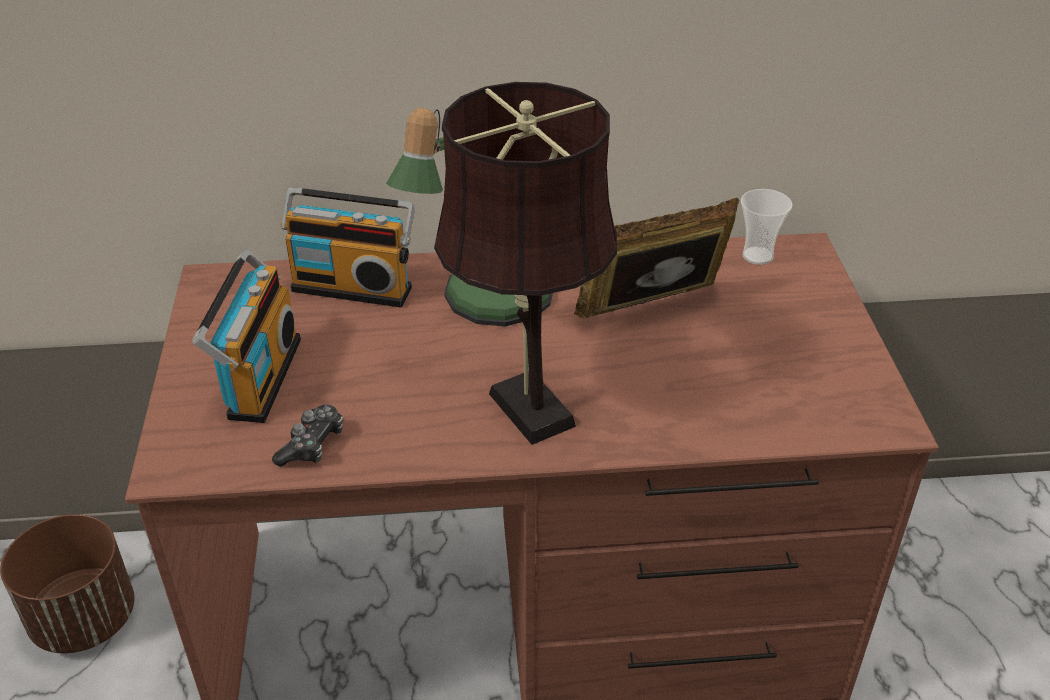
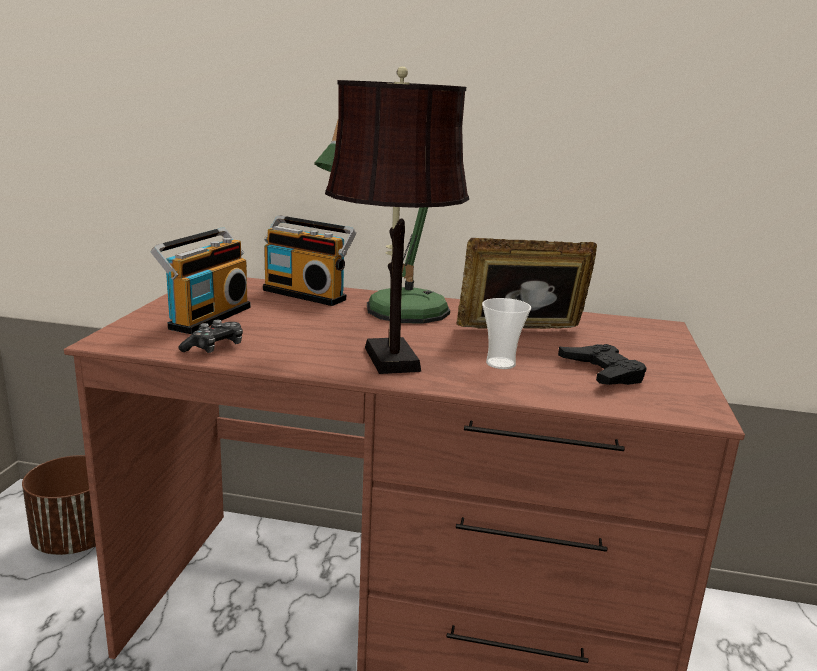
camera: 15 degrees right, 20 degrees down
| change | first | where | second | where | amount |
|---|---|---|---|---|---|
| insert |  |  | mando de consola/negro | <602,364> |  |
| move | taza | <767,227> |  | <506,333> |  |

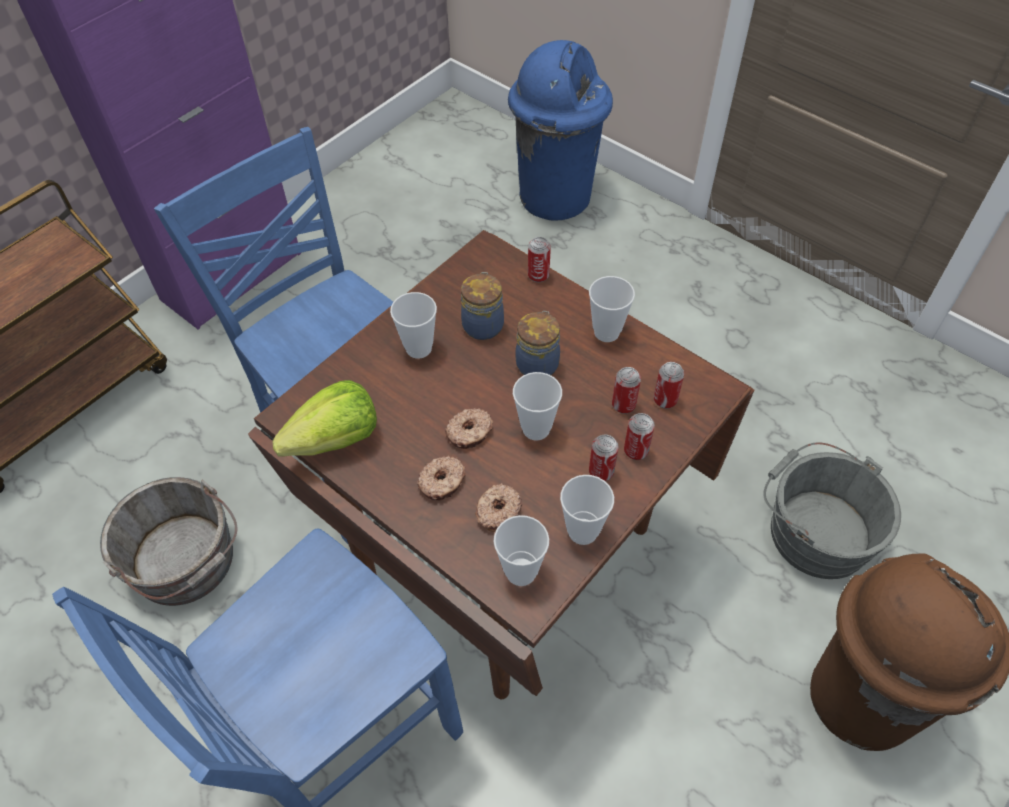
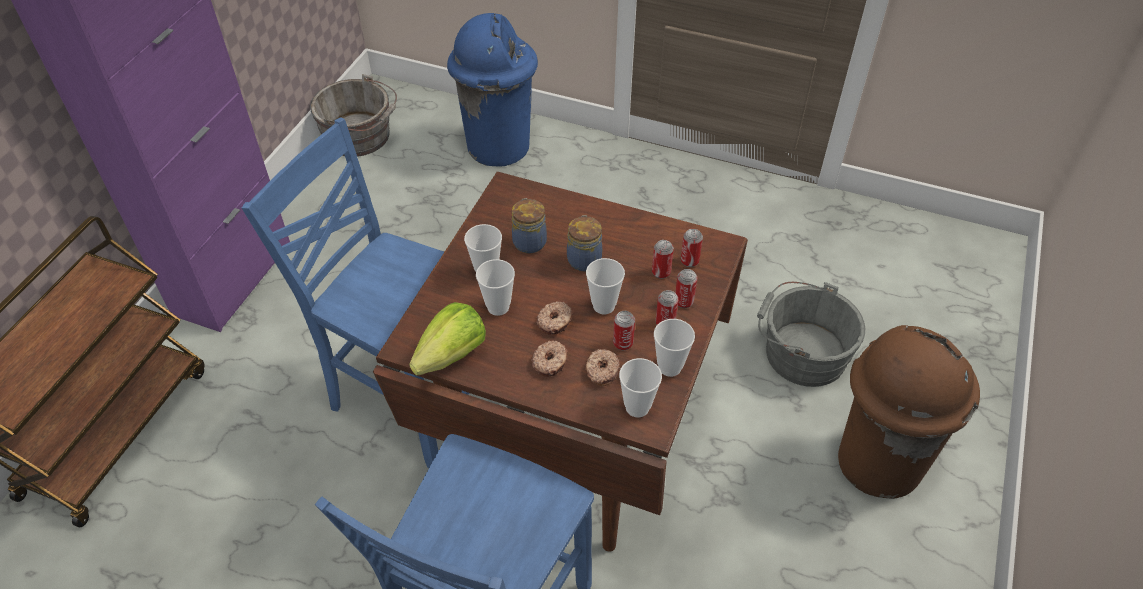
camera: 20 degrees left, 5 degrees down
| change | first | where | second | where | amount |
|---|---|---|---|---|---|
| move | cubo/gris | <168,541> |  | <353,115> |  |
| move | lata | <539,260> |  | <624,330> |  |
| move | taza | <612,309> |  | <495,287> |  |

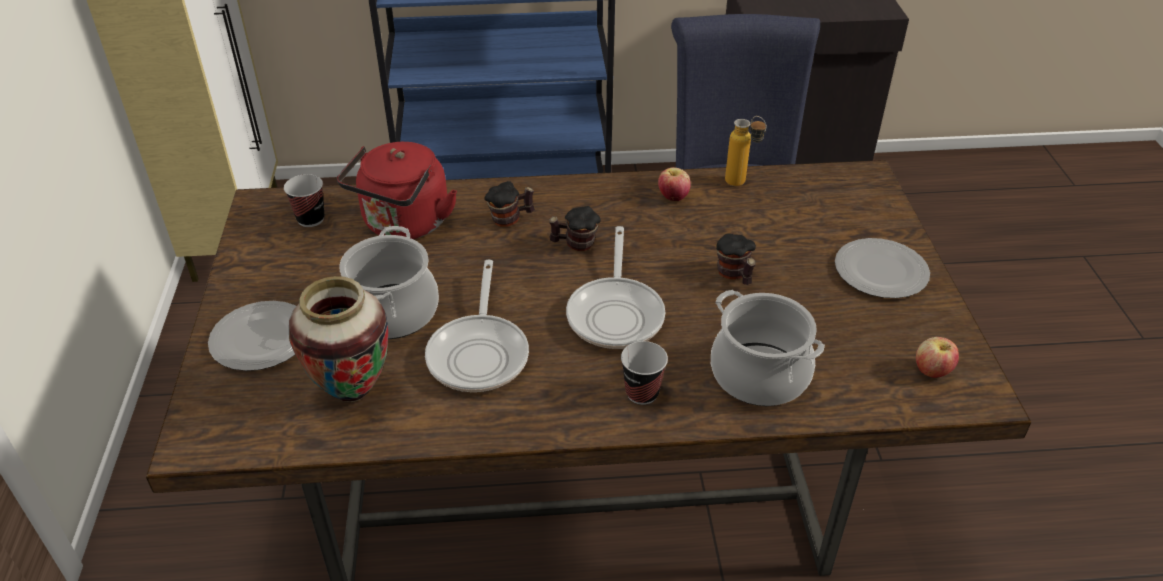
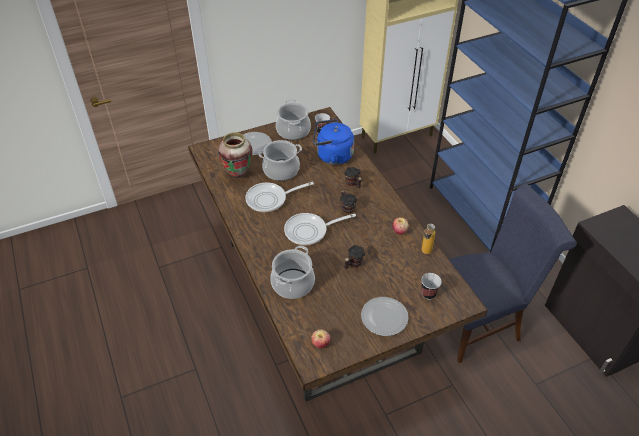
camera: 70 degrees right, 5 degrees up
| change | first | where | second | where | amount |
|---|---|---|---|---|---|
| insert |  |  | olla | <293,119> |  |
| move | taza | <644,373> |  | <431,286> |  |
| recolor | hervidor/rojo | <397,190> | hervidor/azul | <333,142> |  |

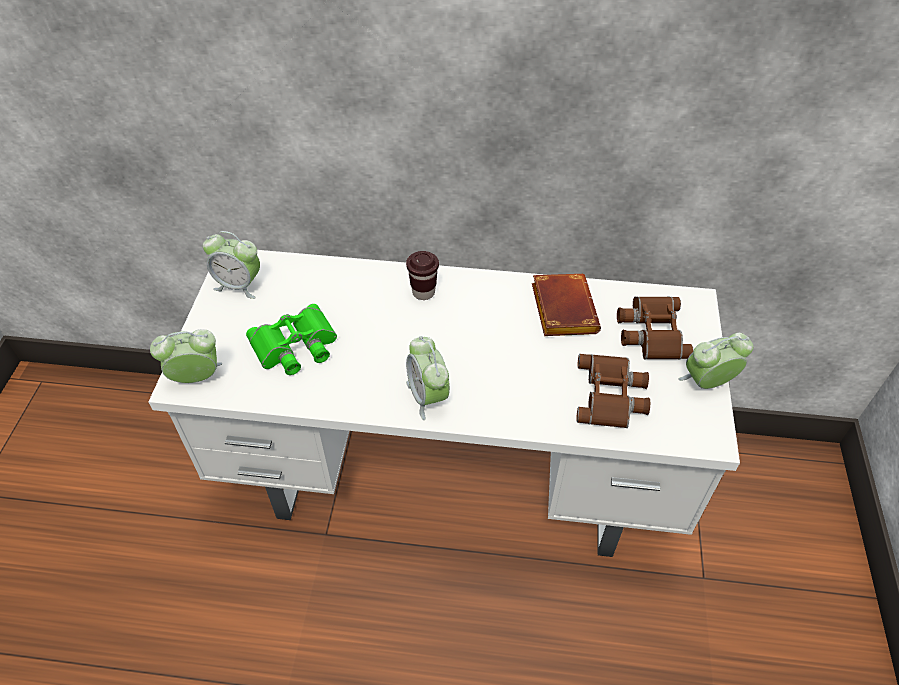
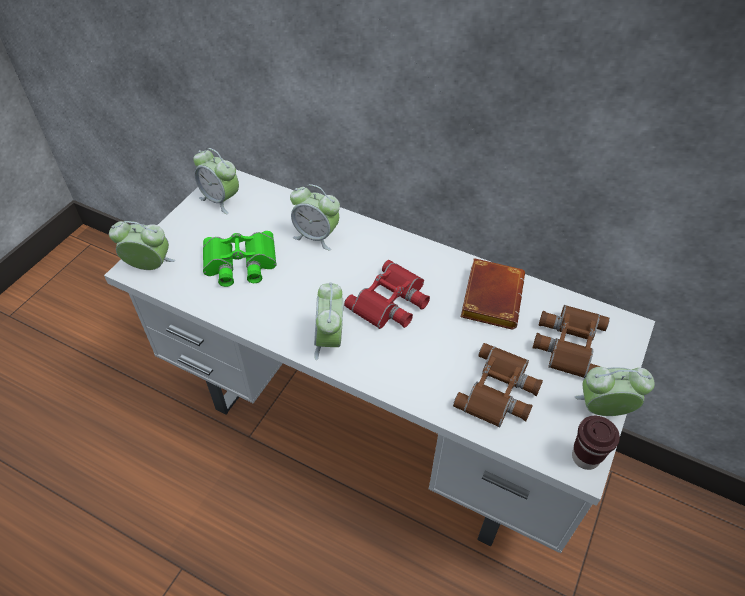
camera: 20 degrees right, 0 degrees up
| change | first | where | second | where | amount |
|---|---|---|---|---|---|
| insert |  |  | despertador | <315,217> |  |
| insert |  |  | prismáticos/rojo | <387,294> |  |
| move | taza/marrón | <422,275> |  | <596,443> |  |

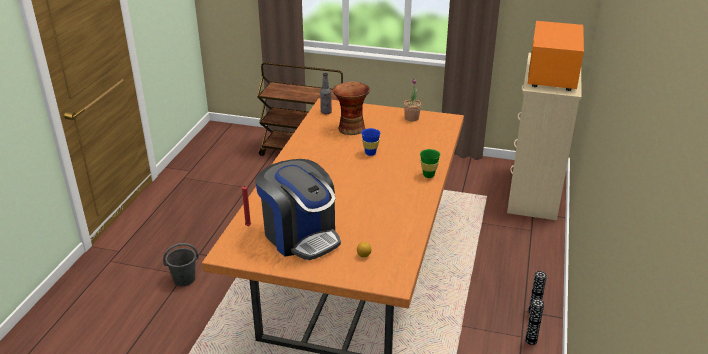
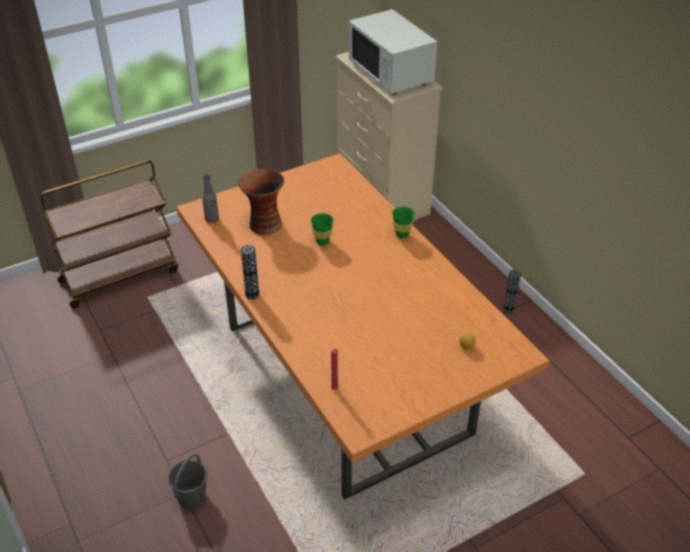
camera: 45 degrees left, 10 degrees up
| change | first | where | second | where | amount |
|---|---|---|---|---|---|
| delete | cafetera | <298,209> |  |  |  |
| delete | planta en maceta | <412,100> |  |  |  |
| move | florero | <534,322> |  | <250,272> |  |
| recolor | taza/azul | <371,142> | taza/verde | <322,229> |  |
| recolor | microondas/naranja | <556,56> | microondas/blanco | <393,52> |  |

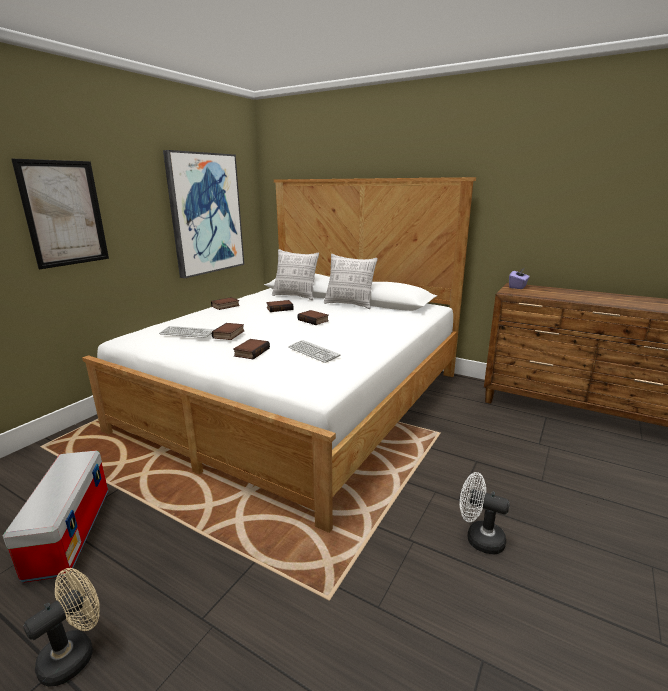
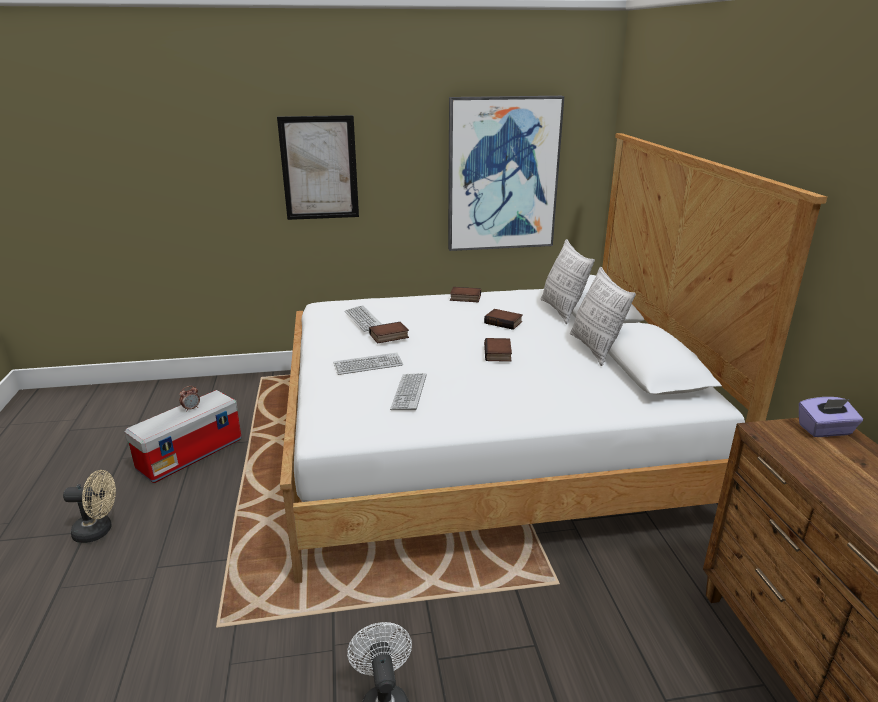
camera: 50 degrees right, 5 degrees up
| change | first | where | second | where | amount |
|---|---|---|---|---|---|
| insert |  |  | despertador | <189,399> |  |
| replace | libro | <251,349> | teclado | <368,364> |  |

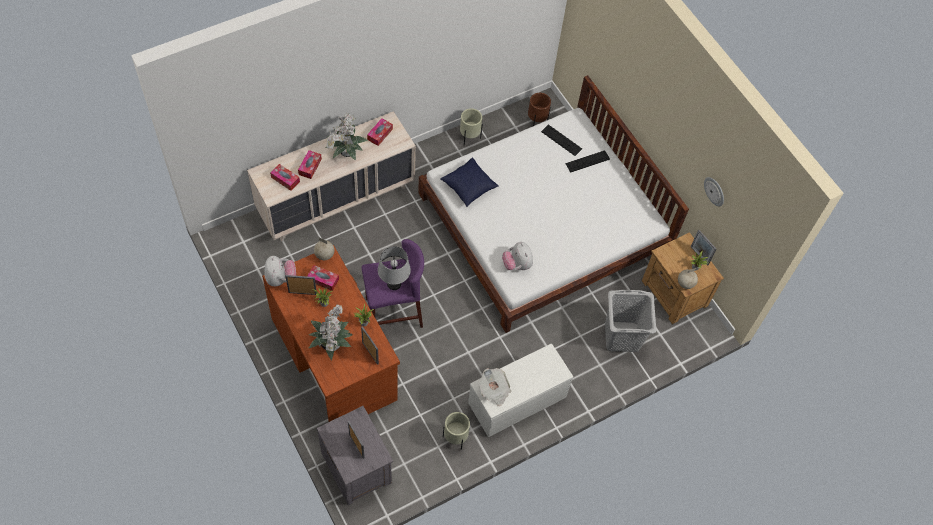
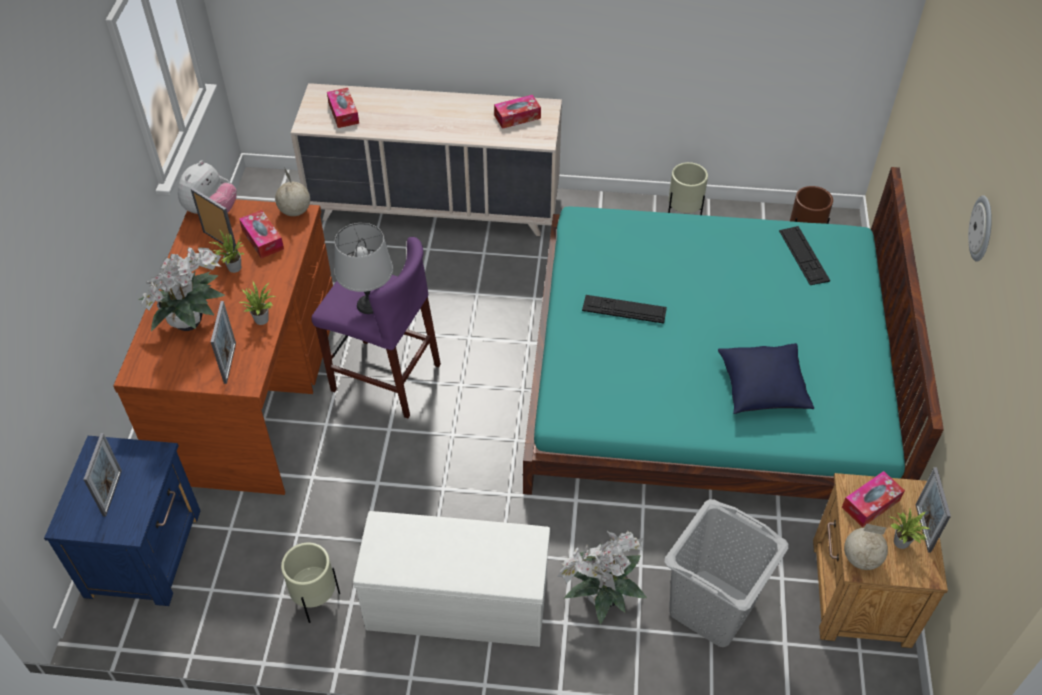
camera: 40 degrees right, 10 degrees down
| change | first | where | second | where | amount |
|---|---|---|---|---|---|
| delete | periódico | <495,387> |  |  |  |
| delete | peluche | <517,256> |  |  |  |
| move | caja de pañuelos | <310,164> |  | <873,499> |  |
| move | planta en maceta | <347,137> |  | <602,577> |  |
| move | cojín/azul | <469,182> |  | <766,378> |  |
| move | teclado | <587,162> |  | <624,309> |  |
| move | reloj de pared | <714,191> |  | <980,228> |  |
| recolor | mesita de noche/gris | <354,455> | mesita de noche/azul | <122,521> |  |
| recolor | cama/blanco | <553,204> | cama/turquesa | <733,333> |  |

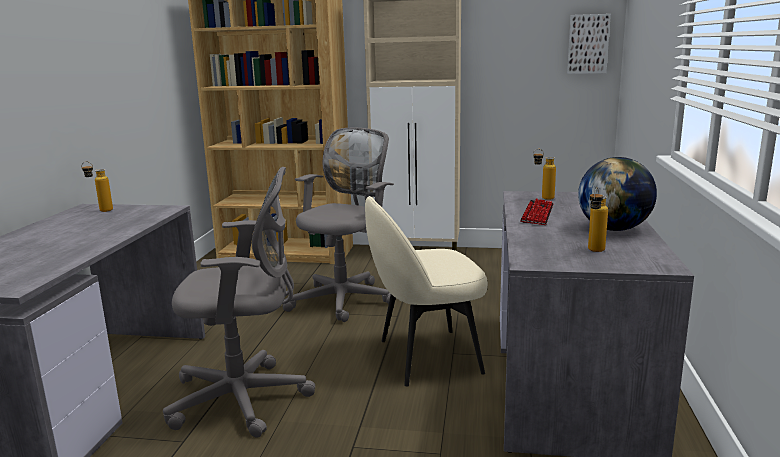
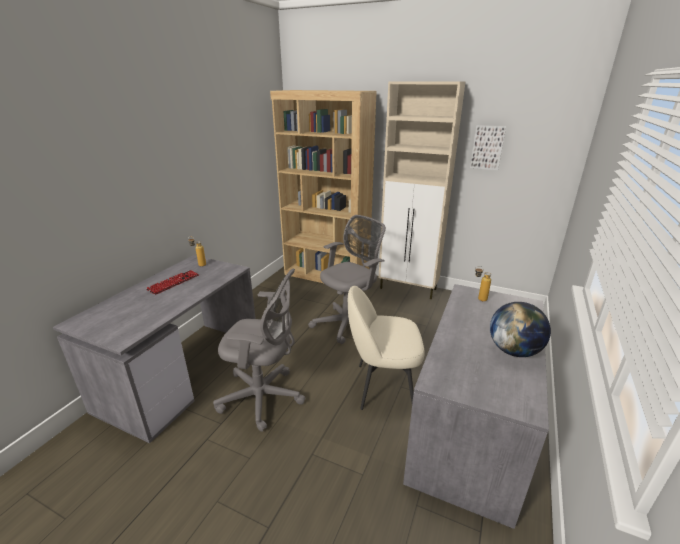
camera: 15 degrees right, 10 degrees up
| change | first | where | second | where | amount |
|---|---|---|---|---|---|
| delete | botella | <598,220> |  |  |  |
| move | teclado | <537,212> |  | <172,282> |  |
| move | cuadro | <589,44> |  | <488,147> |  |

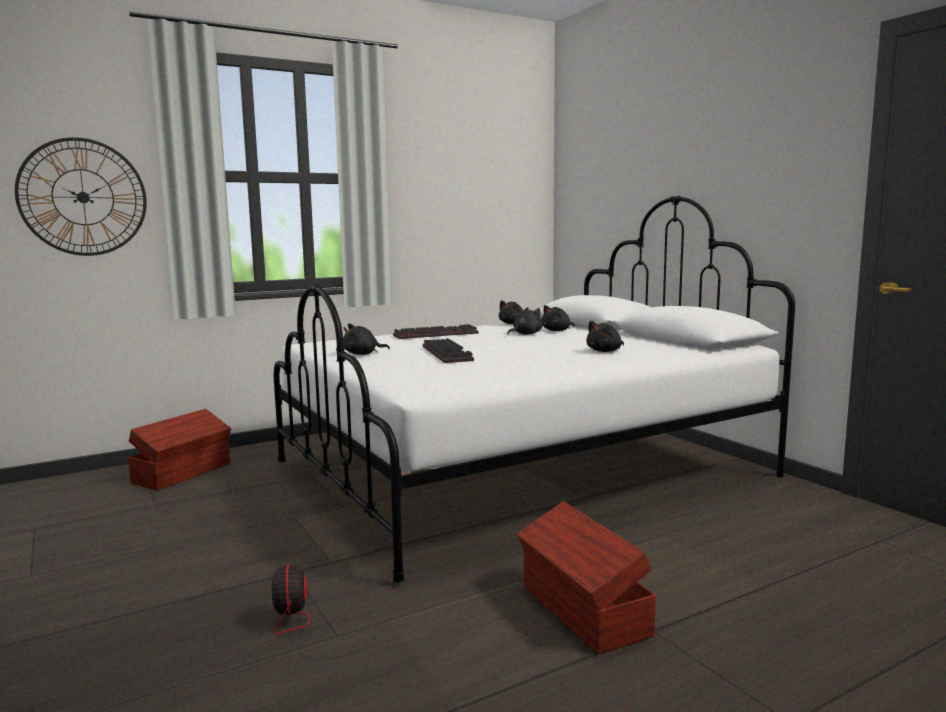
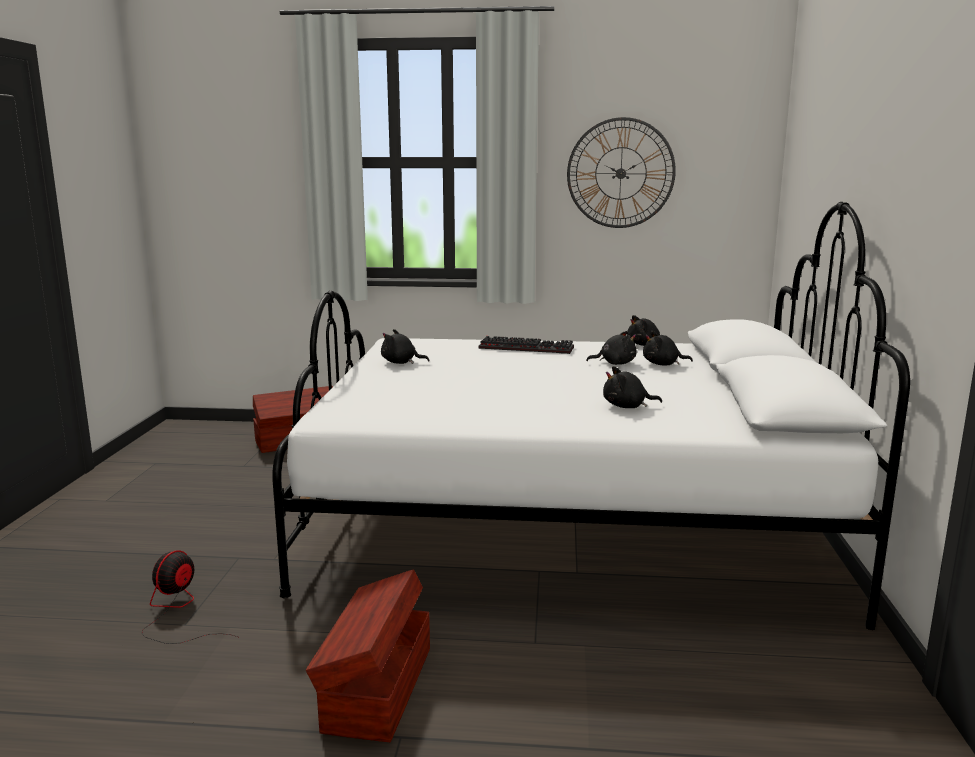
camera: 35 degrees right, 5 degrees up
| change | first | where | second | where | amount |
|---|---|---|---|---|---|
| delete | teclado | <448,350> |  |  |  |
| move | reloj de pared | <81,196> |  | <621,172> |  |

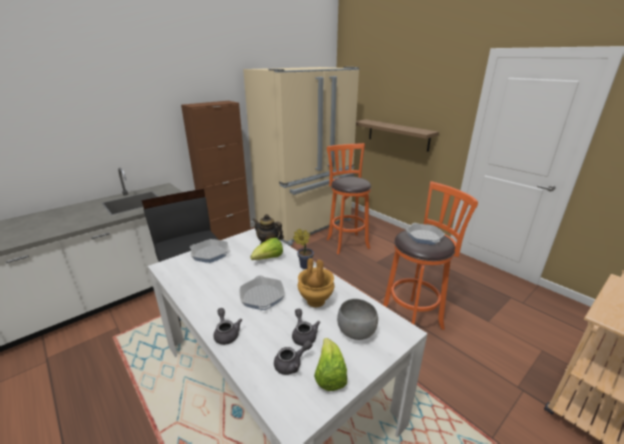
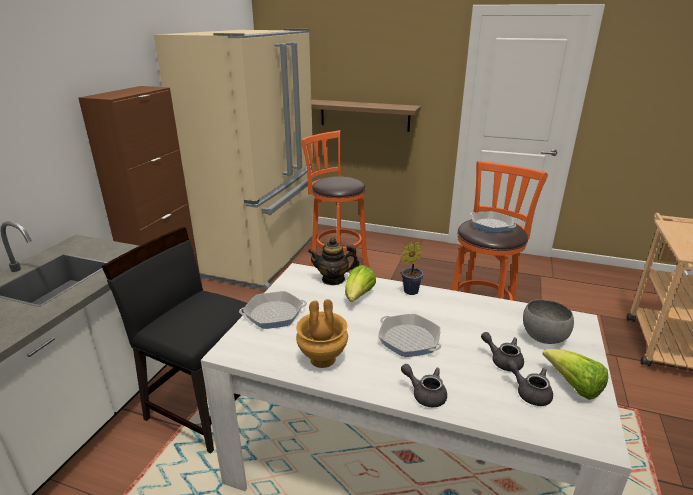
camera: 30 degrees left, 0 degrees up
| change | first | where | second | where | amount |
|---|---|---|---|---|---|
| move | florero/marrón | <316,282> |  | <322,333> |  |
| rotate | tetera/gris | <293,357> |  | <529,383> | 75 degrees counterclockwise |

